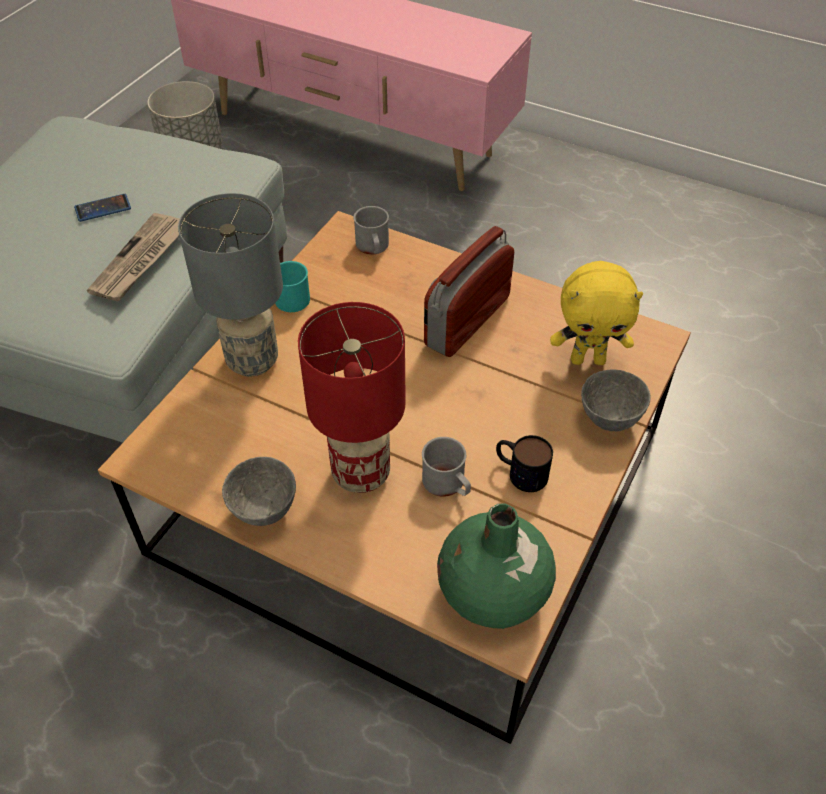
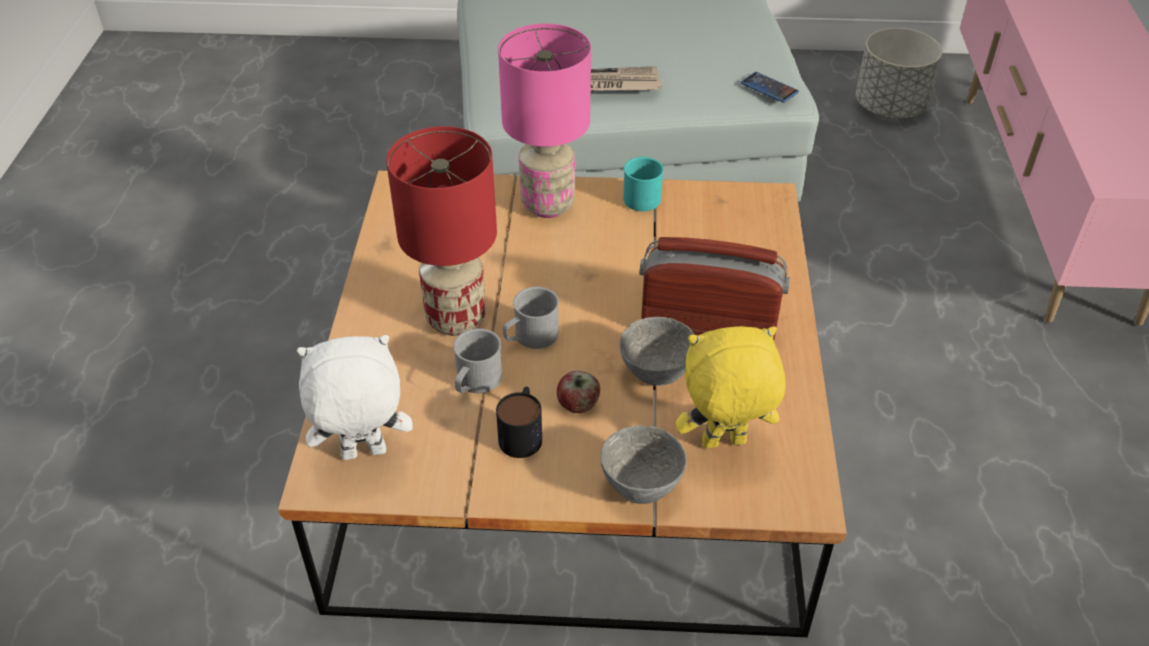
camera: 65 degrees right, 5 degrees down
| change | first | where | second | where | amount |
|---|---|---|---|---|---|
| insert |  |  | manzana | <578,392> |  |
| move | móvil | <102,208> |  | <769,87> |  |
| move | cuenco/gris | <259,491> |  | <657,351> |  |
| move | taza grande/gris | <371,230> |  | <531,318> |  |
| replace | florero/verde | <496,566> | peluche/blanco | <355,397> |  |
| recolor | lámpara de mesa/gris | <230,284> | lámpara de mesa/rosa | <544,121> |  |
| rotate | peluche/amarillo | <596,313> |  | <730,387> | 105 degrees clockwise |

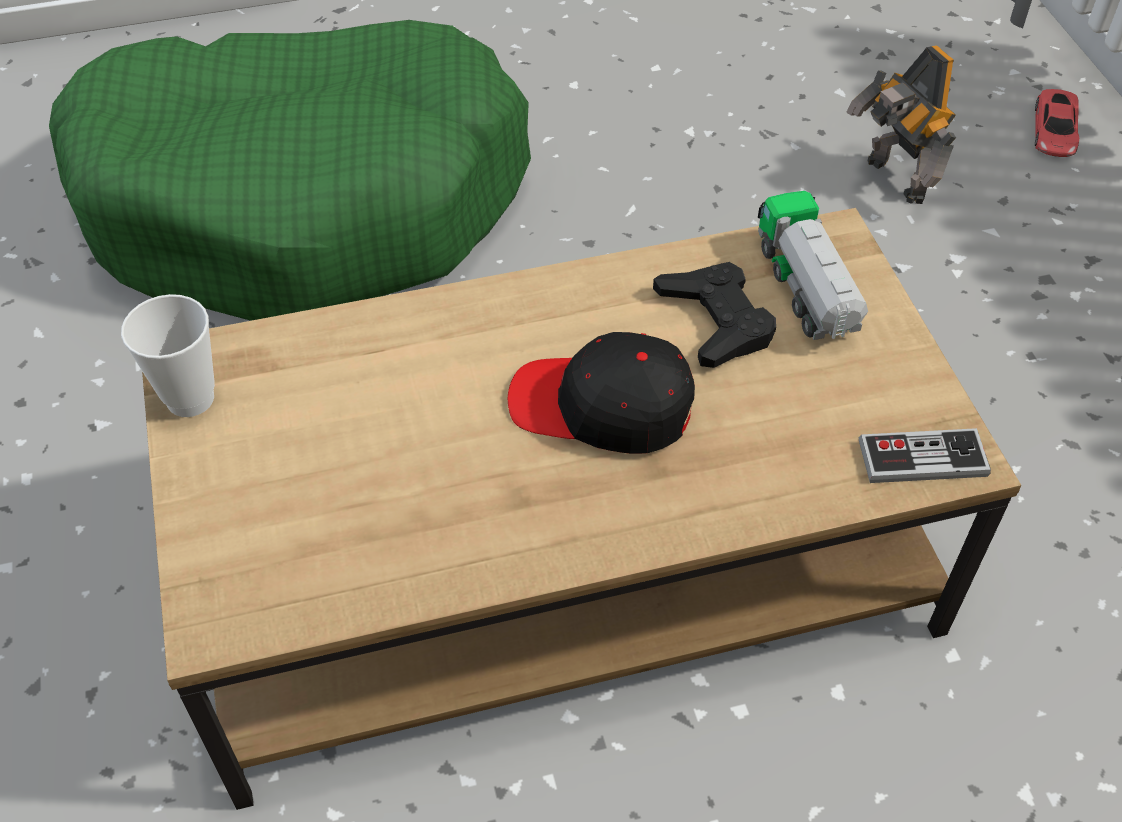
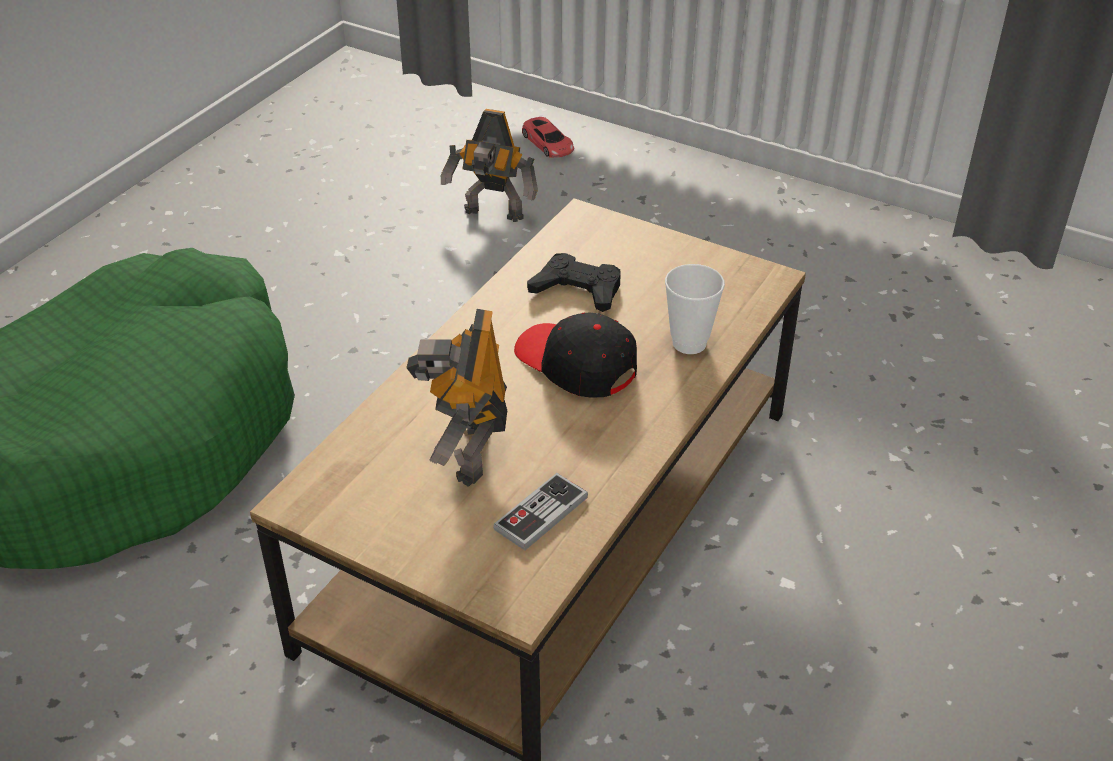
camera: 45 degrees left, 10 degrees down
| change | first | where | second | where | amount |
|---|---|---|---|---|---|
| delete | camión de juguete | <813,265> |  |  |  |
| insert |  |  | robot de juguete | <456,398> |  |
| move | taza | <168,355> |  | <695,309> |  |
| move | mando de consola | <925,455> |  | <540,511> |  |
| rotate | gorra/negro | <601,393> |  | <575,355> | 75 degrees clockwise |

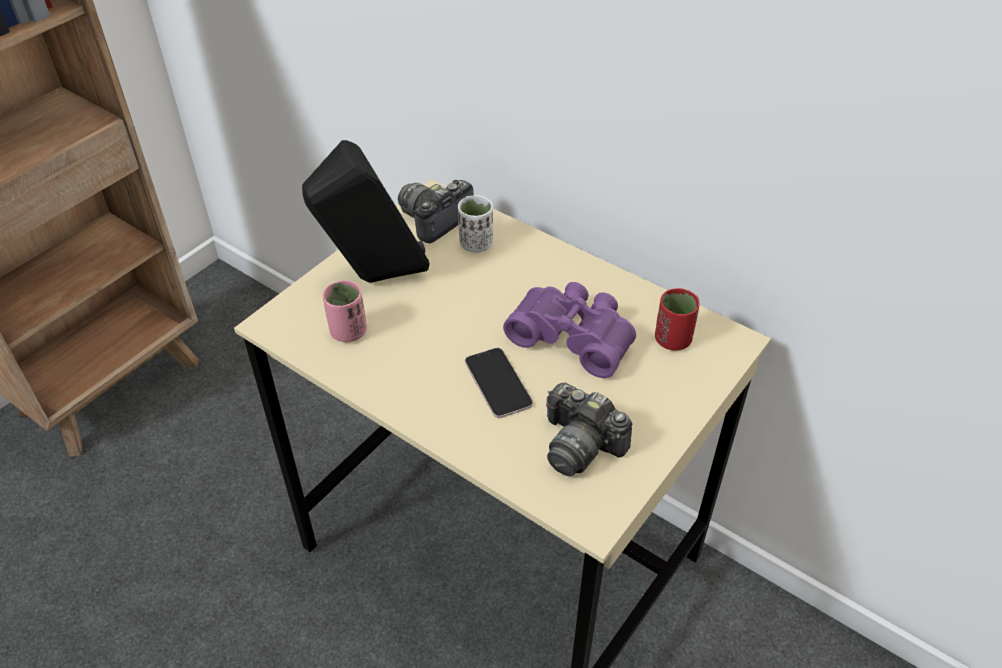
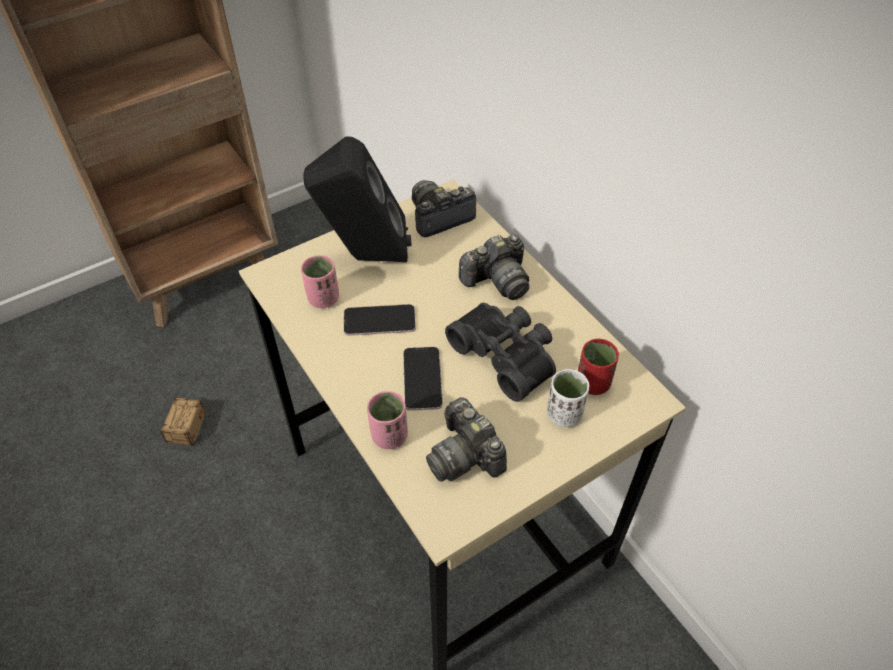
camera: 20 degrees right, 5 degrees up
| change | first | where | second | where | amount |
|---|---|---|---|---|---|
| insert |  |  | caja de almacenaje | <177,426> |  |
| insert |  |  | móvil | <379,320> |  |
| insert |  |  | taza/rosa | <387,420> |  |
| insert |  |  | cámara | <494,267> |  |
| move | taza/blanco | <475,224> |  | <568,398> |  |
| recolor | prismáticos/morado | <569,330> | prismáticos/negro | <500,352> |  |

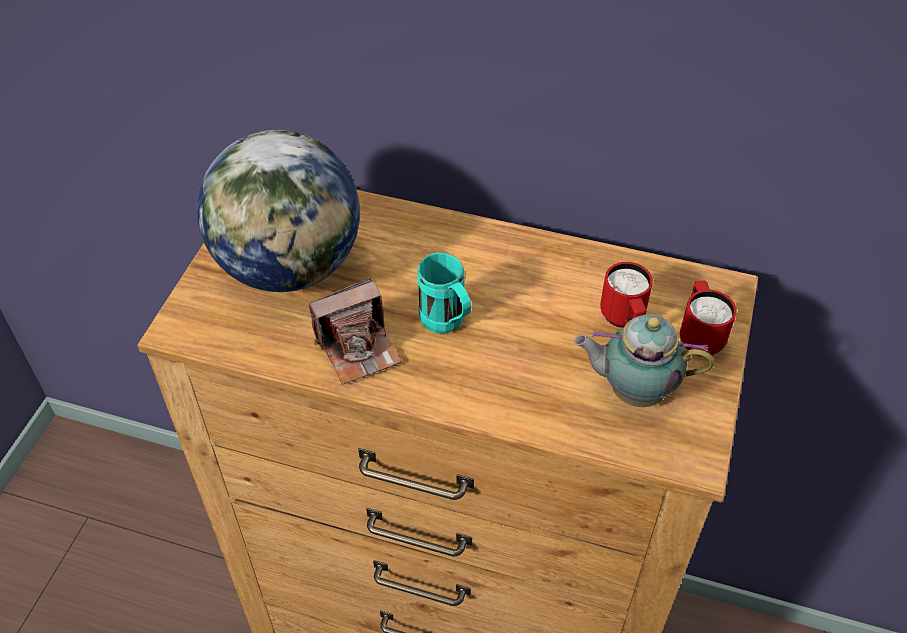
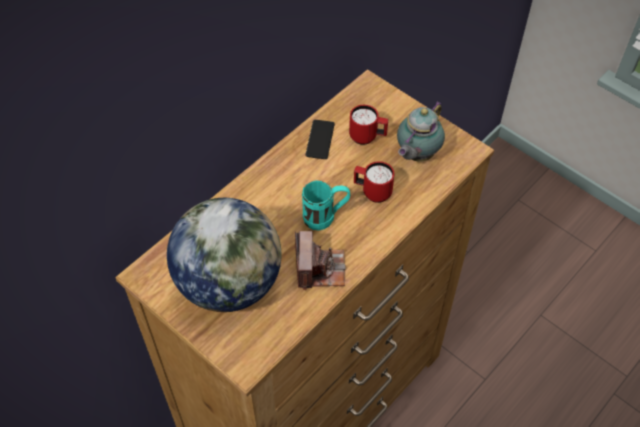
camera: 65 degrees left, 5 degrees up
| change | first | where | second | where | amount |
|---|---|---|---|---|---|
| insert |  |  | móvil | <320,139> |  |
| move | taza grande/rojo | <708,318> |  | <374,182> |  |

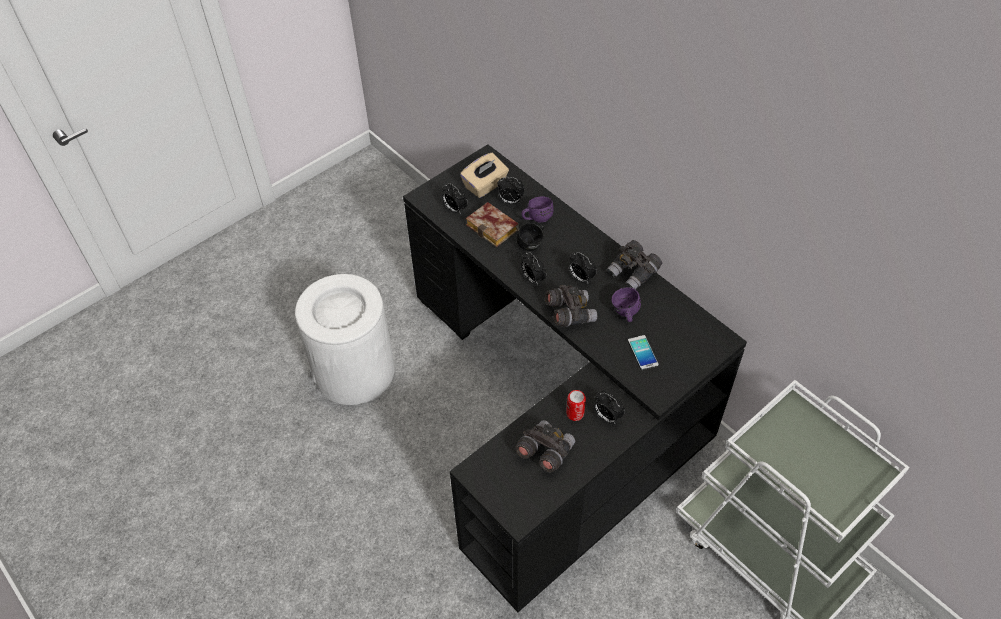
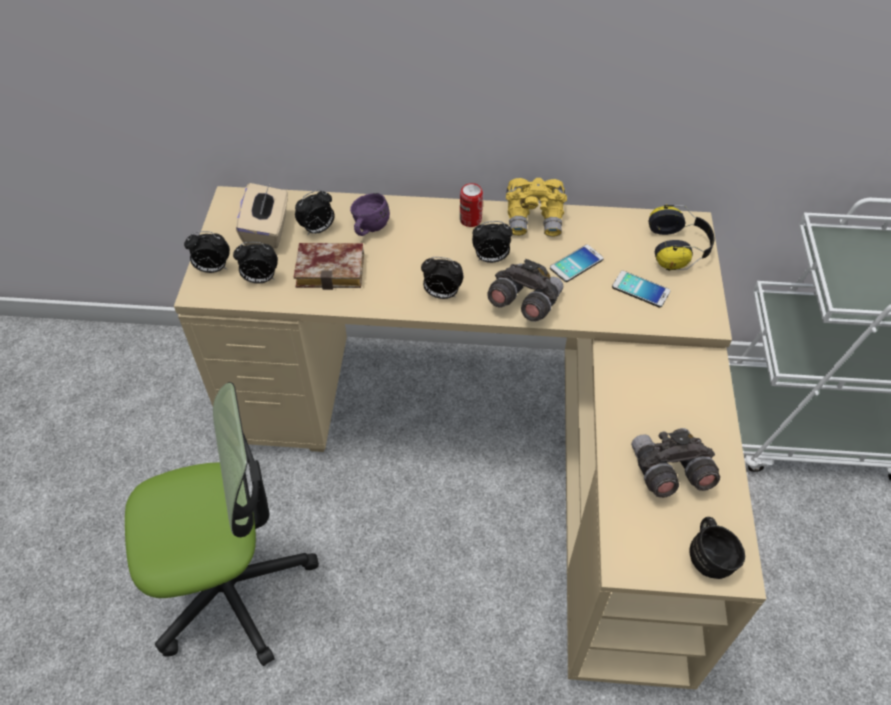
camera: 45 degrees left, 0 degrees up
| change | first | where | second | where | amount |
|---|---|---|---|---|---|
| insert |  |  | auriculares | <681,237> |  |
| move | taza grande/negro | <530,236> |  | <717,548> |  |
| move | lata | <576,405> |  | <471,205> |  |
| move | despertador | <609,407> |  | <207,252> |  |
| replace | papelera/blanco | <345,339> | silla de oficina | <222,524> |  |
| replace | taza grande/morado | <626,304> | móvil | <577,263> |  |
| recolor | escritorio/negro | <575,378> | escritorio/beis | <470,437> |  |
| recolor | prismáticos/gris | <634,264> | prismáticos/amarillo | <536,207> |  |

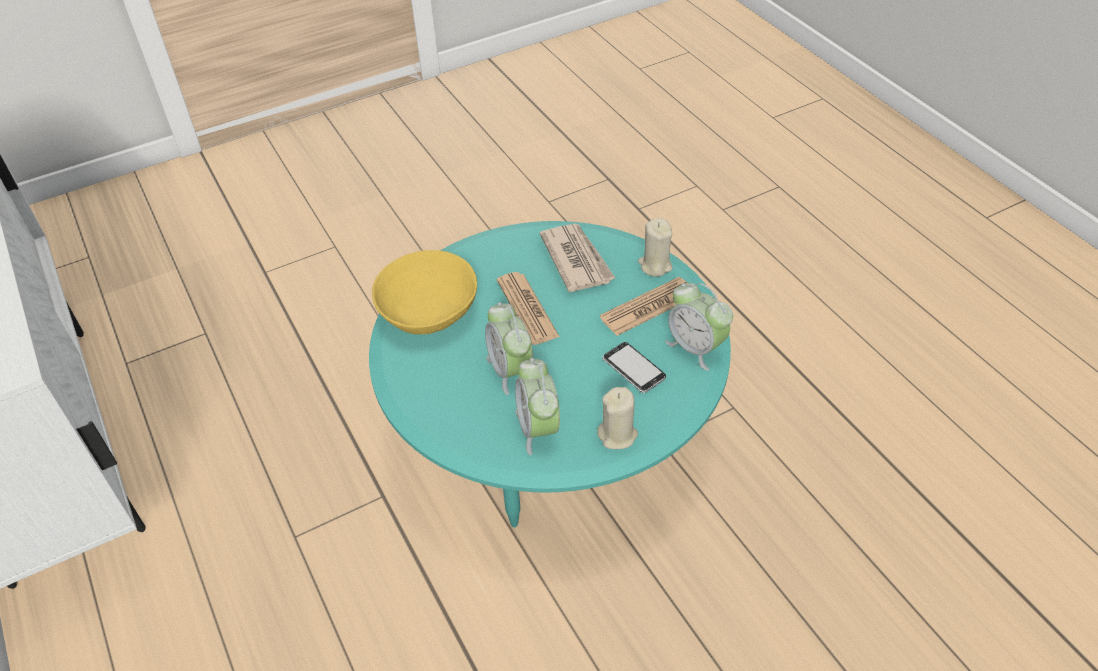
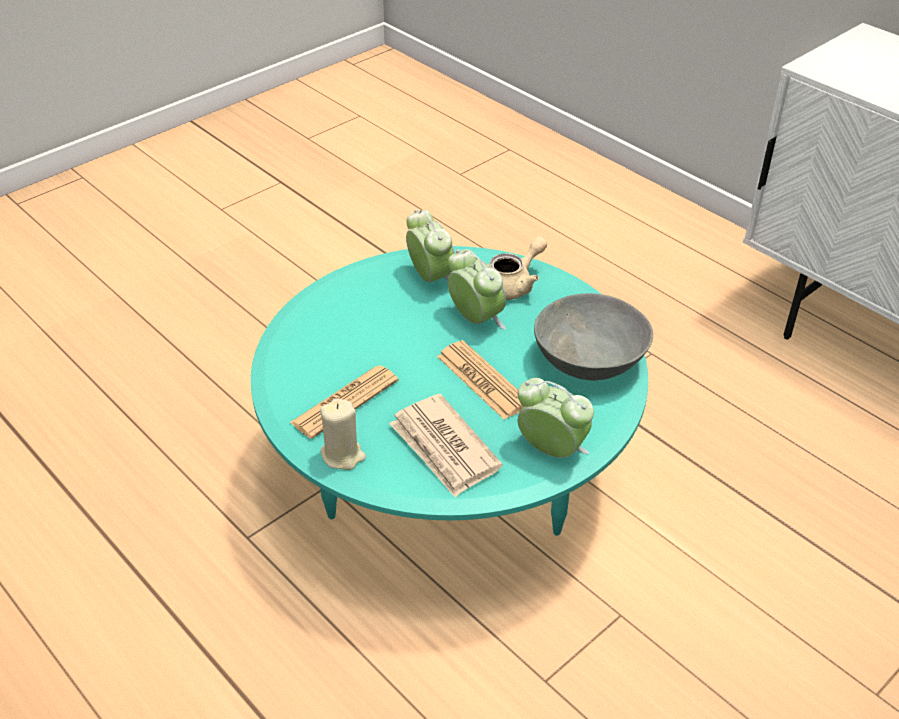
camera: 165 degrees right, 5 degrees down
| change | first | where | second | where | amount |
|---|---|---|---|---|---|
| delete | vela/beis | <617,418> |  |  |  |
| delete | móvil | <634,367> |  |  |  |
| insert |  |  | tetera/beis | <518,268> |  |
| move | despertador | <699,327> |  | <556,418> |  |
| recolor | cuenco/amarillo | <424,292> | cuenco/gris | <593,336> |  |

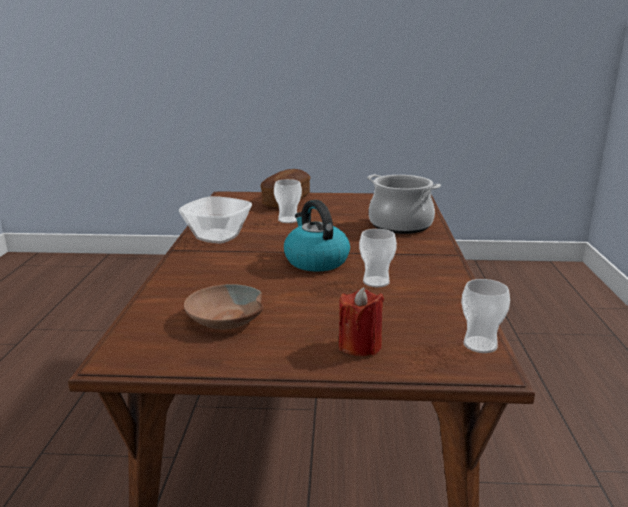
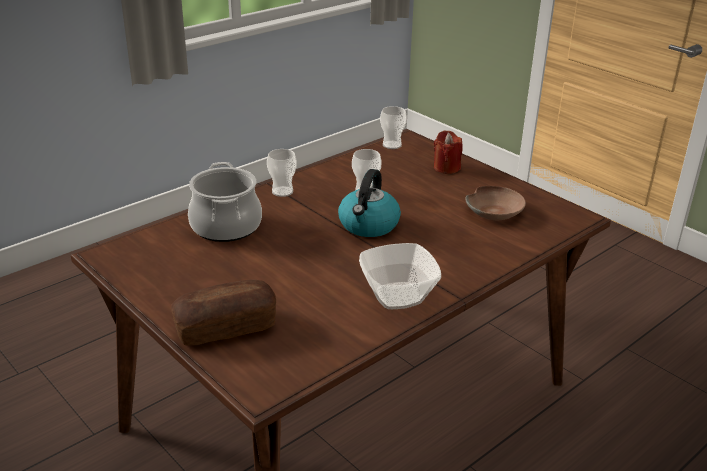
camera: 135 degrees left, 10 degrees up
| change | first | where | second | where | amount |
|---|---|---|---|---|---|
| move | taza | <288,201> |  | <282,173> |  |

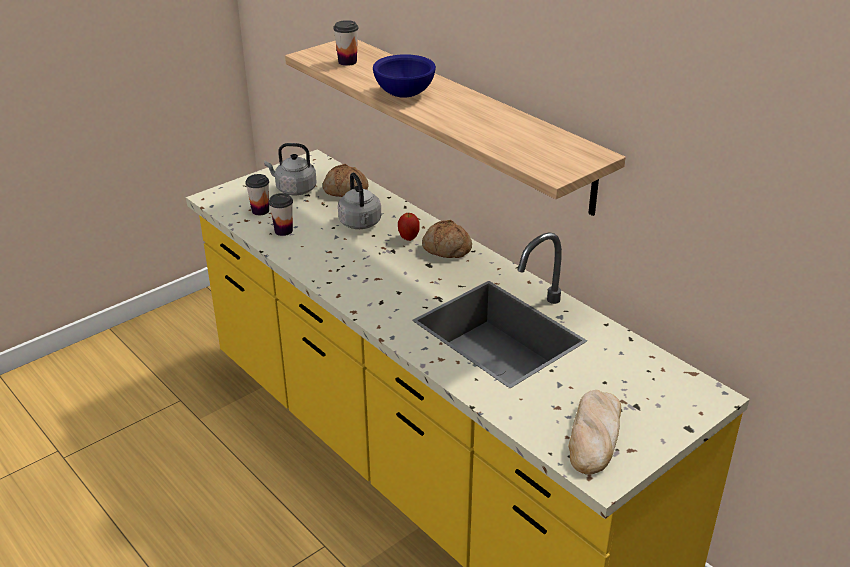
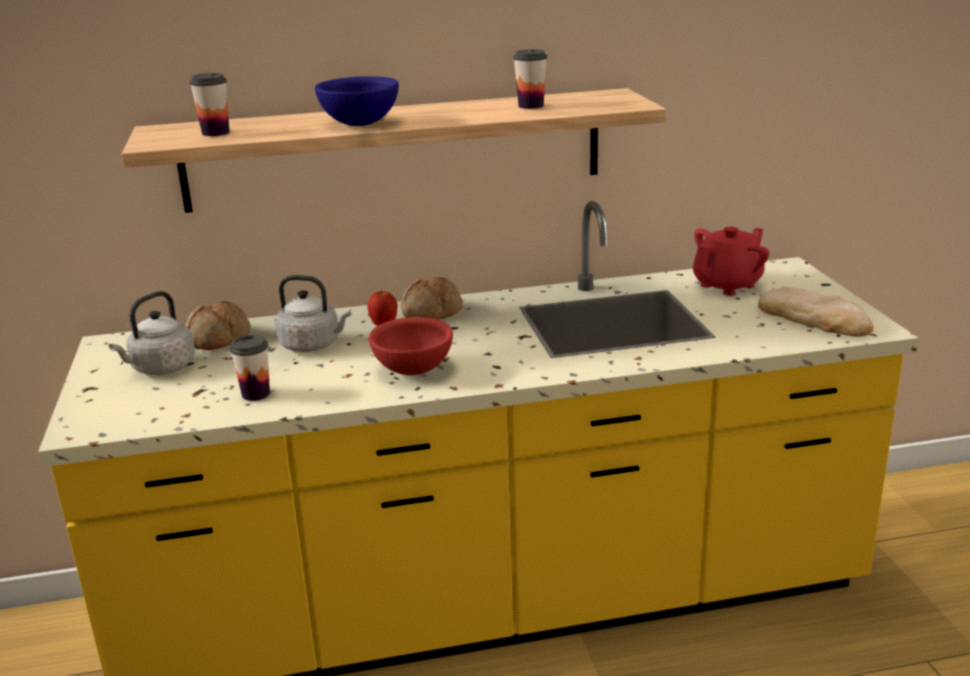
camera: 60 degrees left, 10 degrees down
| change | first | where | second | where | amount |
|---|---|---|---|---|---|
| insert |  |  | cuenco/rojo | <411,346> |  |
| insert |  |  | tetera/rojo | <731,261> |  |
| move | taza | <257,194> |  | <530,79> |  |

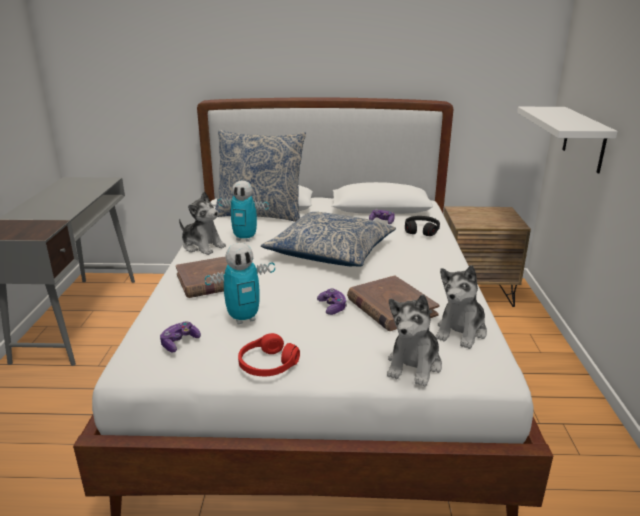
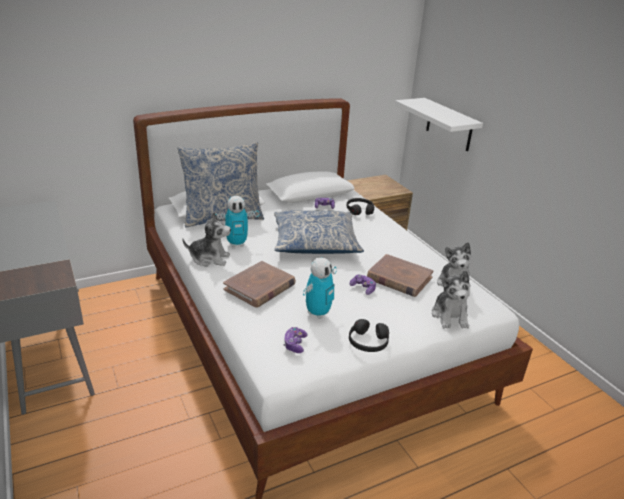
camera: 30 degrees left, 5 degrees up
| change | first | where | second | where | amount |
|---|---|---|---|---|---|
| recolor | auriculares/rojo | <269,354> | auriculares/negro | <369,335> |  |

